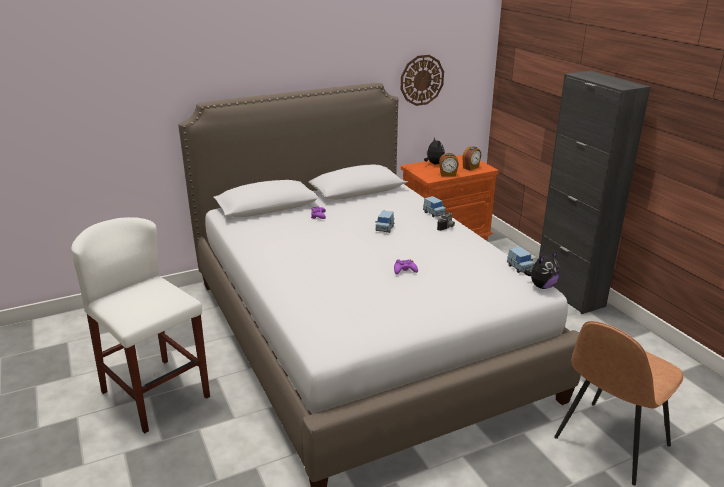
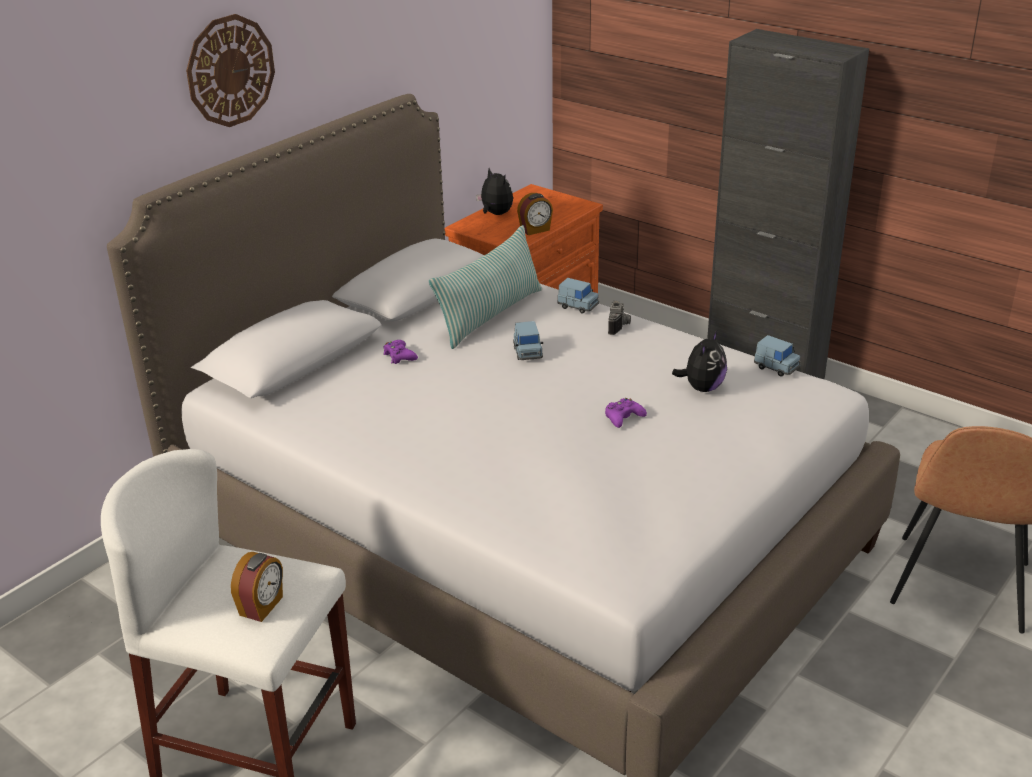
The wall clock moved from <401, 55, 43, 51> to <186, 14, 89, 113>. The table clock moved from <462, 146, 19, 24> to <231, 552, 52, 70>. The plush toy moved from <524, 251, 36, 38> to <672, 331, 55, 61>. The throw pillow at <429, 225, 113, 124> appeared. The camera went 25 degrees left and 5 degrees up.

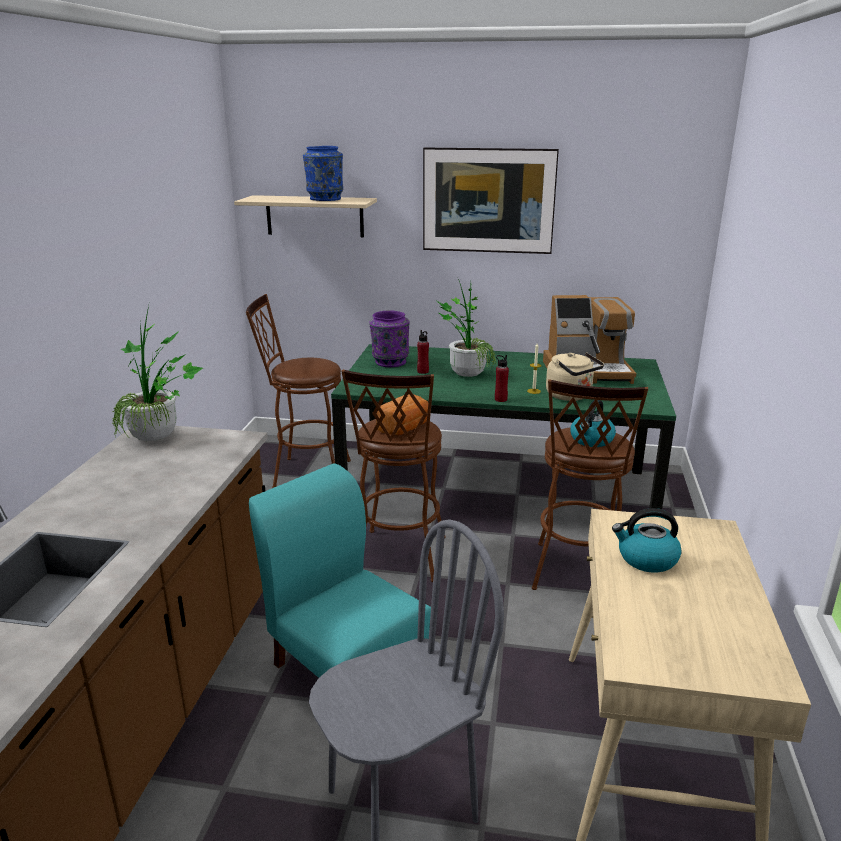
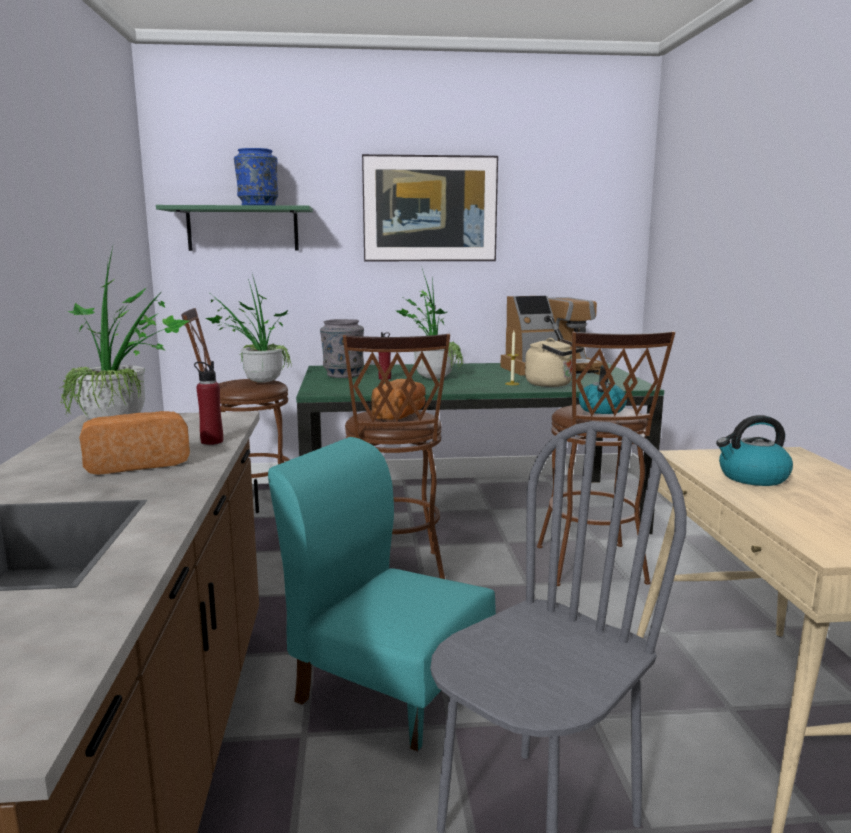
The beige-coloured bracket shelf at <234, 195, 143, 42> became the greenish bracket shelf at <156, 205, 157, 46>. The purple vase at <369, 310, 40, 57> became the grey vase at <320, 319, 44, 59>. The red-coloured drink bottle moved from <495, 355, 14, 47> to <194, 361, 29, 84>. The baked bread at <79, 411, 111, 64> appeared. The plant in a pot at <205, 270, 87, 112> appeared. The camera went 15 degrees left and 10 degrees down.

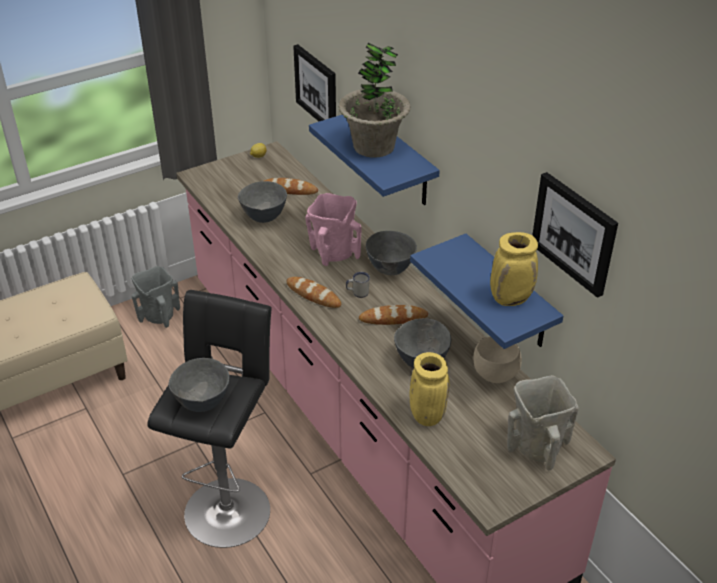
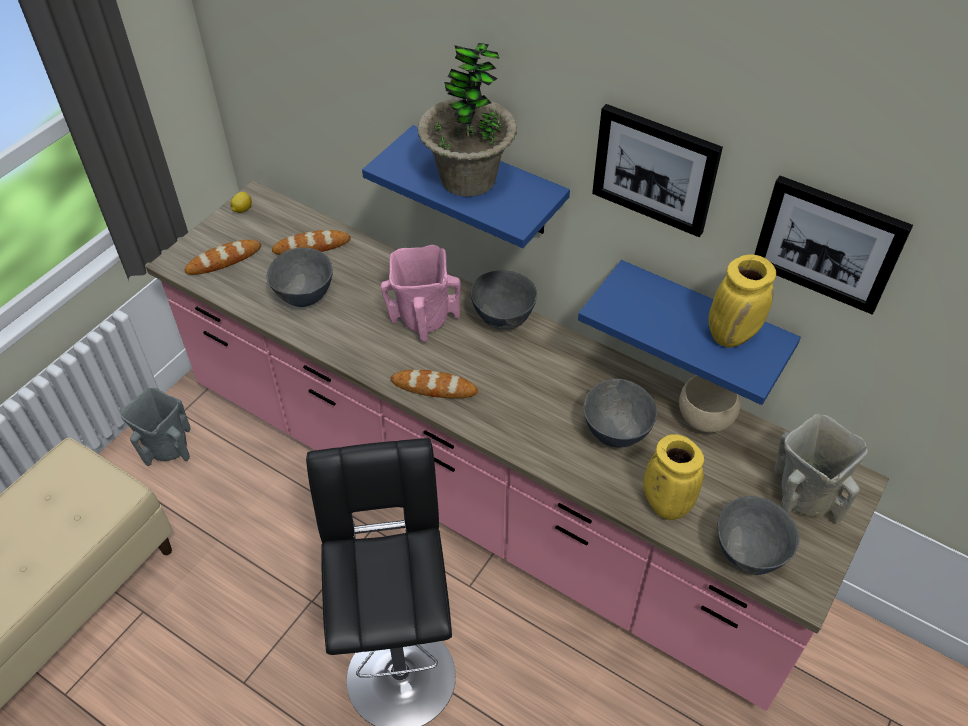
The grey deep dish moved from <169, 358, 60, 54> to <718, 496, 81, 79>. The picture moved from <293, 44, 43, 77> to <592, 104, 131, 133>. The whitish coffee mug at <346, 272, 24, 26> disappeared. The baked bread moved from <359, 305, 69, 20> to <184, 240, 77, 35>. The camera went 25 degrees left and 10 degrees up.

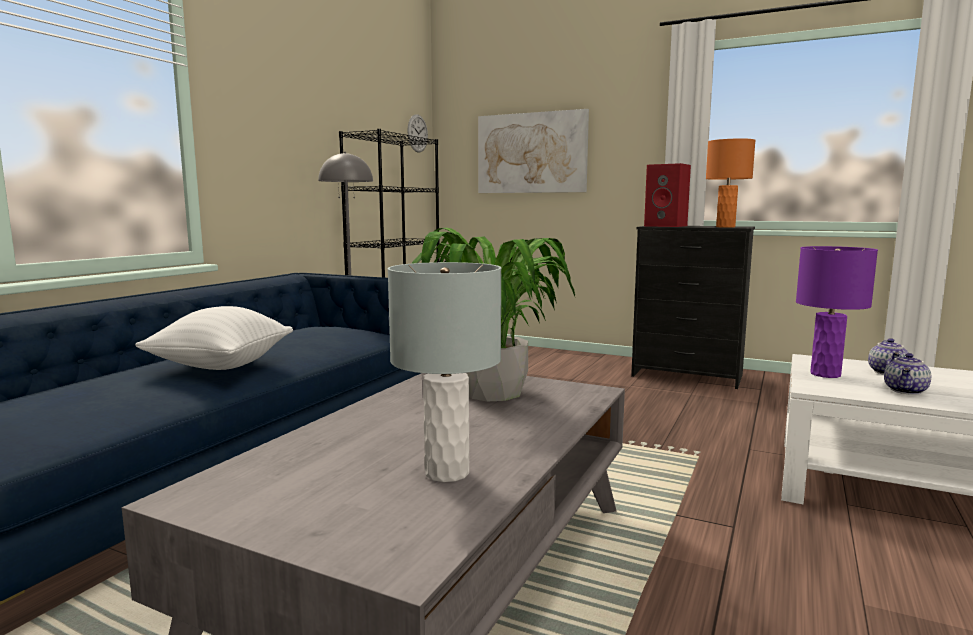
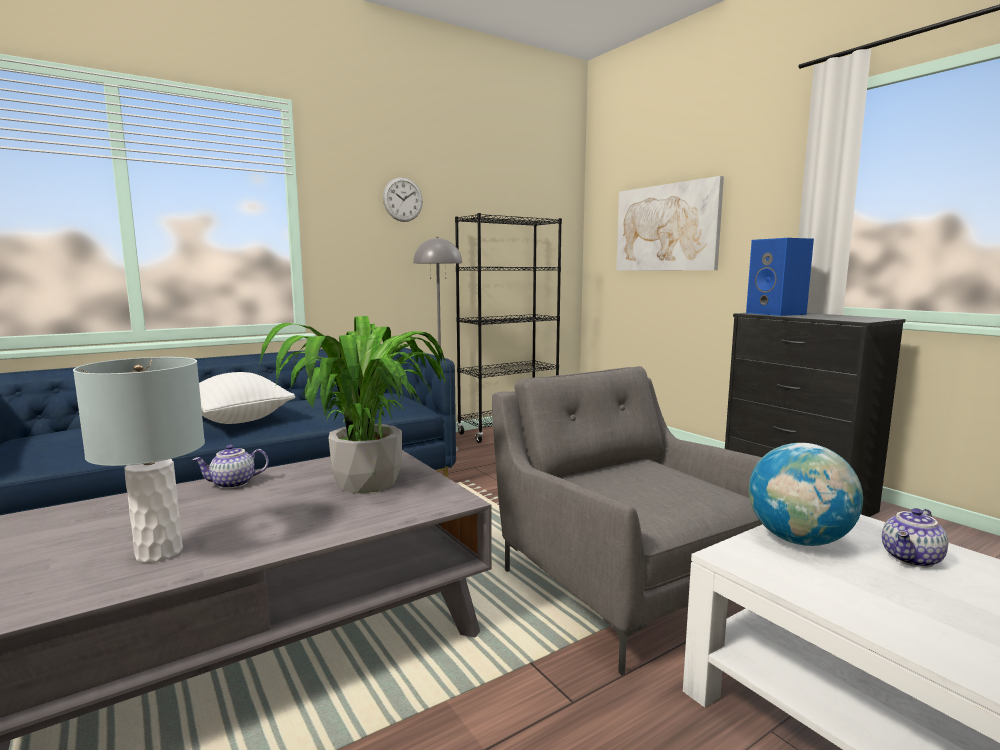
The wall clock moved from <407, 114, 21, 39> to <383, 177, 40, 45>. The red-coloured loudspeaker at <644, 163, 47, 64> became the blue loudspeaker at <746, 238, 68, 78>. The orange-coloured lamp for a table at <706, 138, 50, 90> disappeared. The purple lamp for a table at <796, 246, 82, 132> was replaced by the globe at <749, 443, 114, 103>. The teapot moved from <884, 353, 47, 42> to <192, 445, 77, 44>. The grey easy chair at <492, 366, 270, 309> appeared. The camera went 30 degrees right and 0 degrees up.

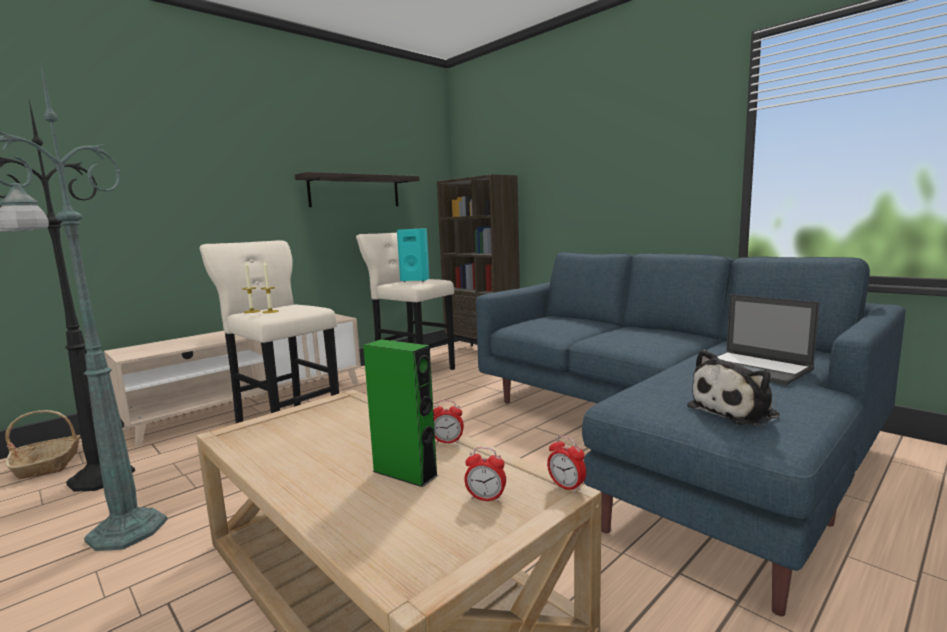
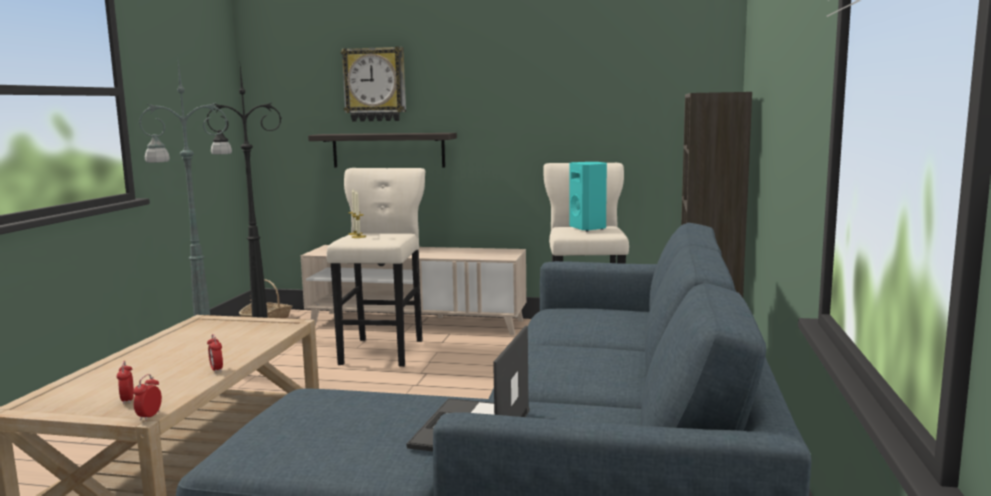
The bracket shelf moved from <295, 172, 125, 35> to <308, 133, 149, 35>. The greenish loudspeaker at <363, 339, 76, 148> disappeared. The plush toy at <687, 350, 93, 76> disappeared. The wall clock at <341, 47, 65, 75> appeared. The camera went 55 degrees right and 0 degrees up.

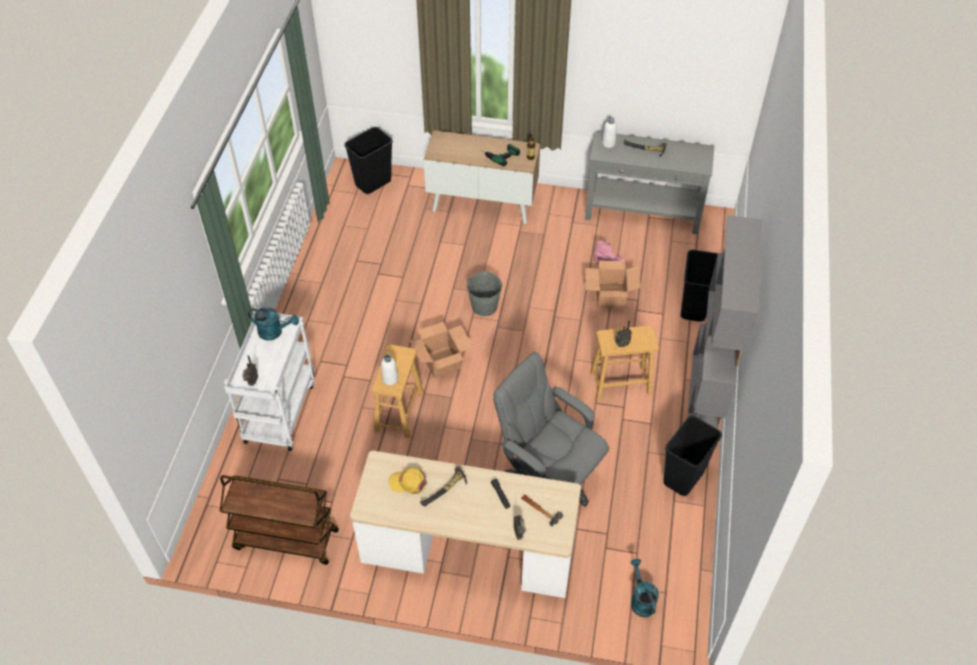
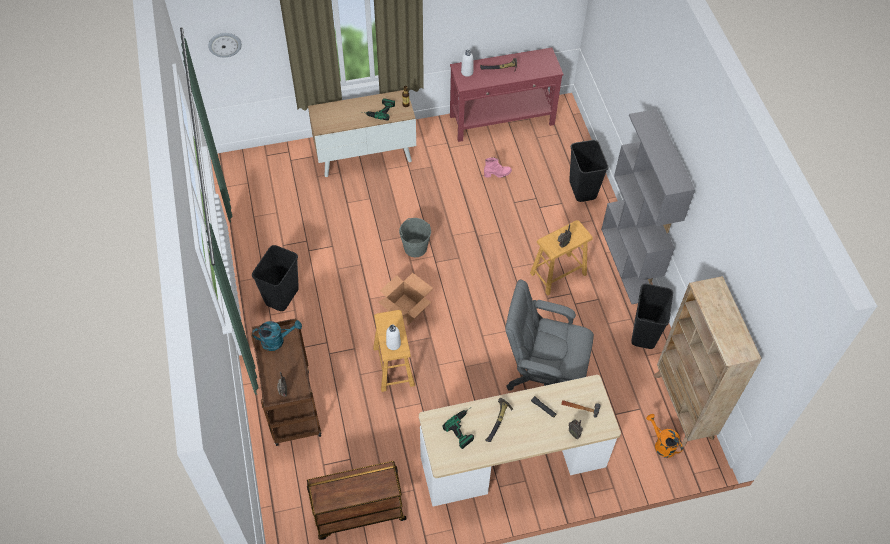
The whitish wheeled cart at <224, 313, 91, 138> became the brownish wheeled cart at <251, 318, 70, 128>. The black trash can moved from <344, 127, 49, 67> to <252, 245, 47, 66>. The yellowish baseball cap at <389, 468, 38, 26> was replaced by the power drill at <442, 407, 32, 42>. The grey hall table at <585, 131, 129, 103> became the red-coloured hall table at <450, 47, 113, 95>. The packing box at <585, 261, 56, 47> disappeared. The blue-green watering can at <630, 559, 29, 58> became the orange-coloured watering can at <646, 414, 37, 44>. The wall clock at <208, 33, 34, 24> appeared. The beige-coloured bookshelf at <654, 276, 108, 171> appeared. The camera went 25 degrees left and 5 degrees up.

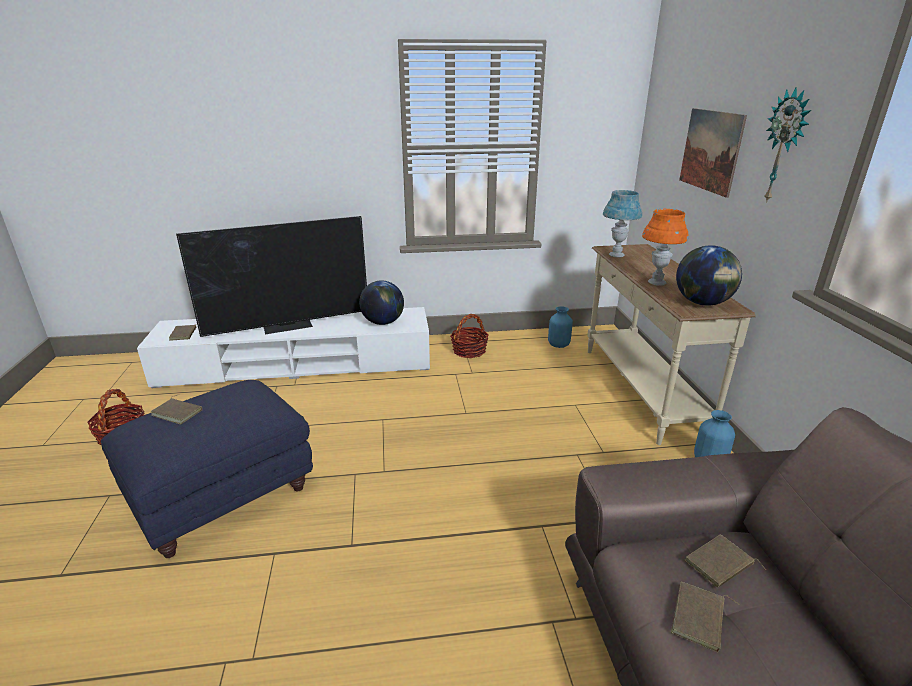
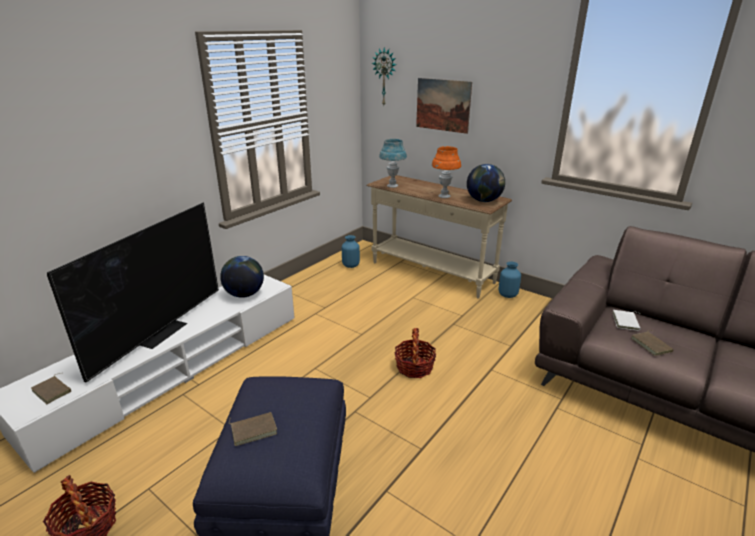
The household basket moved from <450, 314, 39, 44> to <395, 328, 41, 50>. The brownish volume at <685, 534, 81, 54> became the whitish volume at <612, 310, 29, 21>. The wall clock moved from <765, 87, 46, 116> to <372, 48, 24, 57>. The camera went 45 degrees left and 0 degrees up.

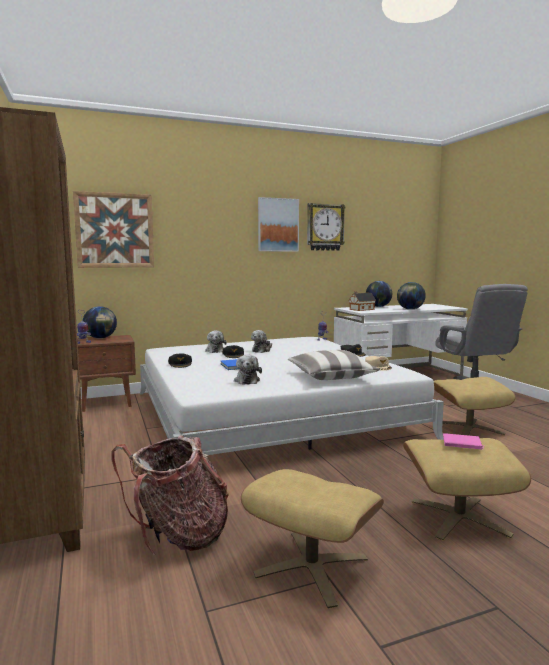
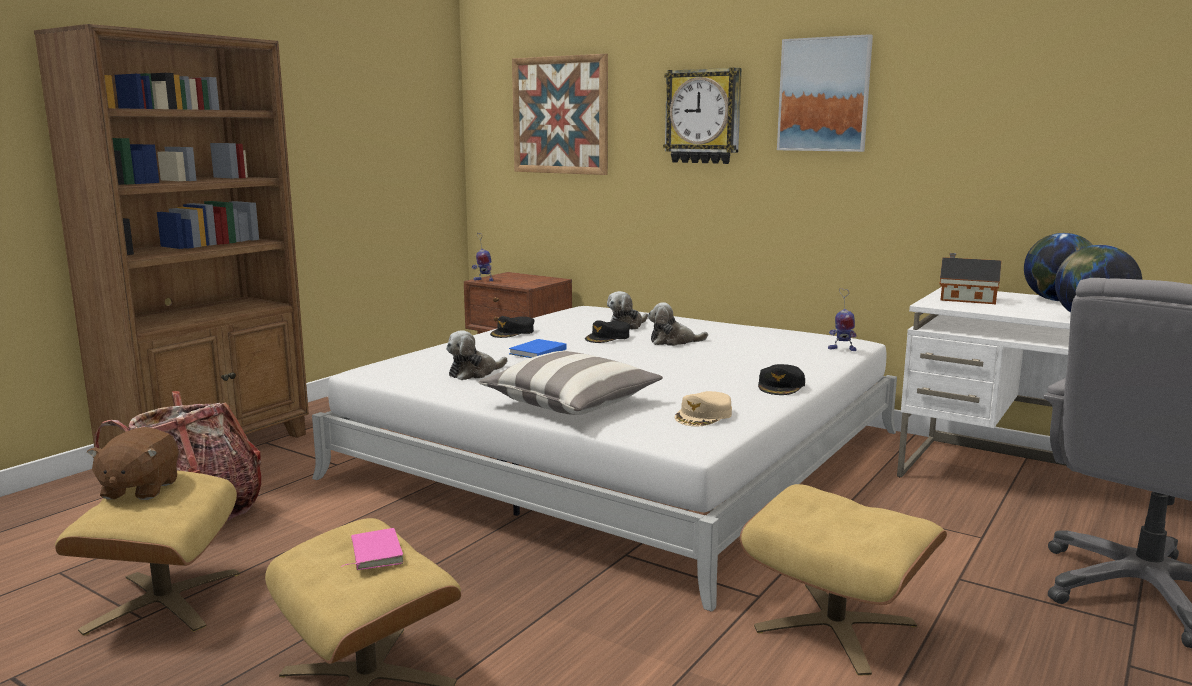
The globe at <83, 306, 34, 33> disappeared. The wall clock moved from <307, 203, 39, 48> to <663, 68, 79, 96>. The brownish plush toy at <87, 427, 92, 73> appeared. The camera went 55 degrees right and 5 degrees up.

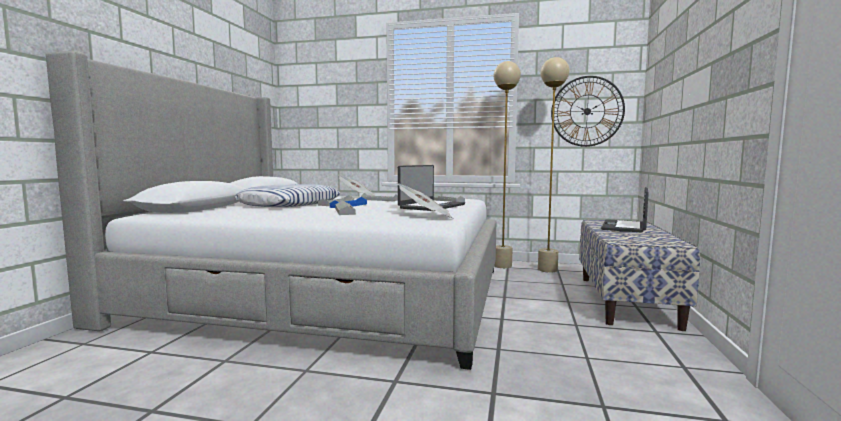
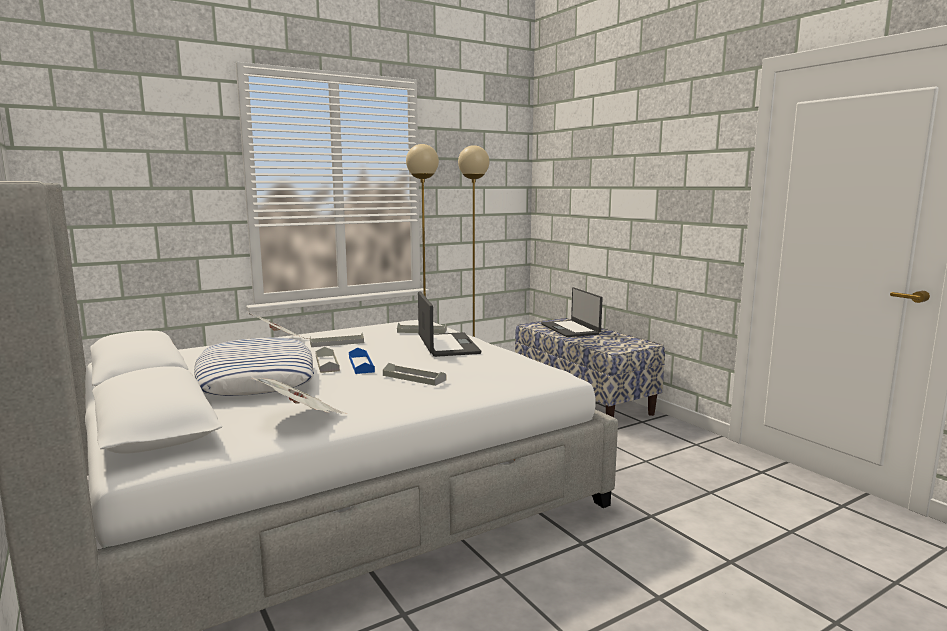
The newspaper moved from <395, 182, 58, 36> to <252, 378, 96, 36>. The wall clock at <551, 76, 74, 71> disappeared. The camera went 45 degrees left and 5 degrees up.

